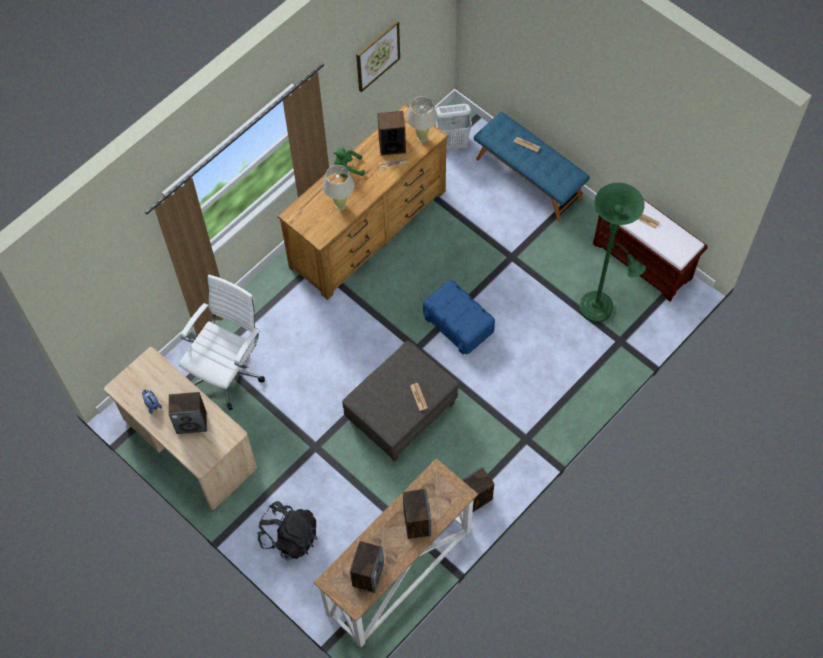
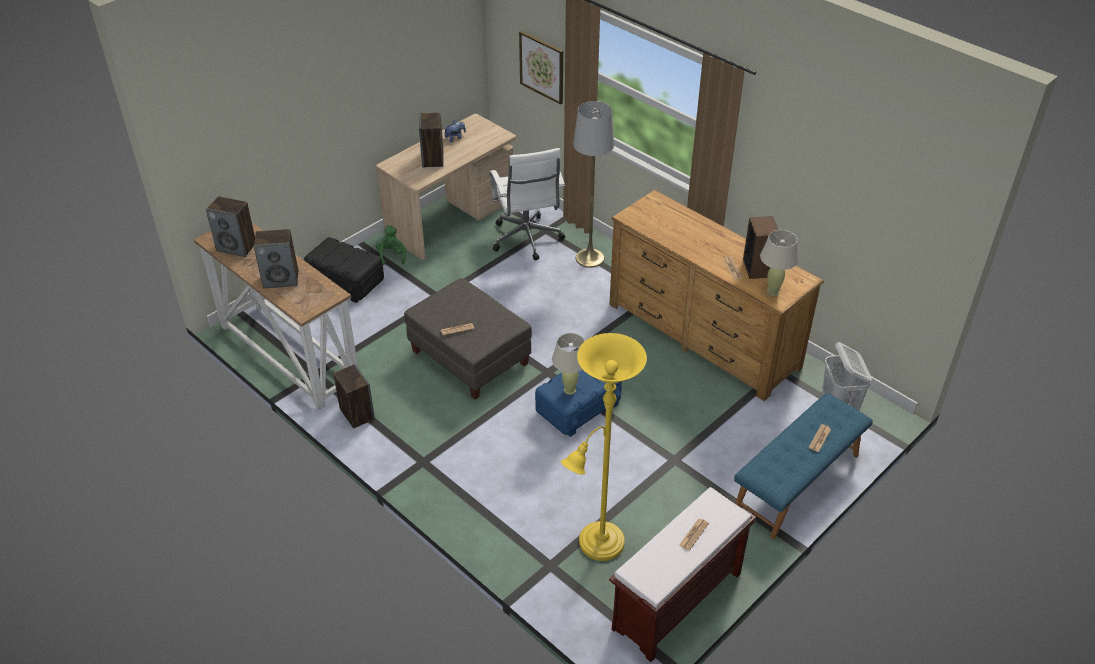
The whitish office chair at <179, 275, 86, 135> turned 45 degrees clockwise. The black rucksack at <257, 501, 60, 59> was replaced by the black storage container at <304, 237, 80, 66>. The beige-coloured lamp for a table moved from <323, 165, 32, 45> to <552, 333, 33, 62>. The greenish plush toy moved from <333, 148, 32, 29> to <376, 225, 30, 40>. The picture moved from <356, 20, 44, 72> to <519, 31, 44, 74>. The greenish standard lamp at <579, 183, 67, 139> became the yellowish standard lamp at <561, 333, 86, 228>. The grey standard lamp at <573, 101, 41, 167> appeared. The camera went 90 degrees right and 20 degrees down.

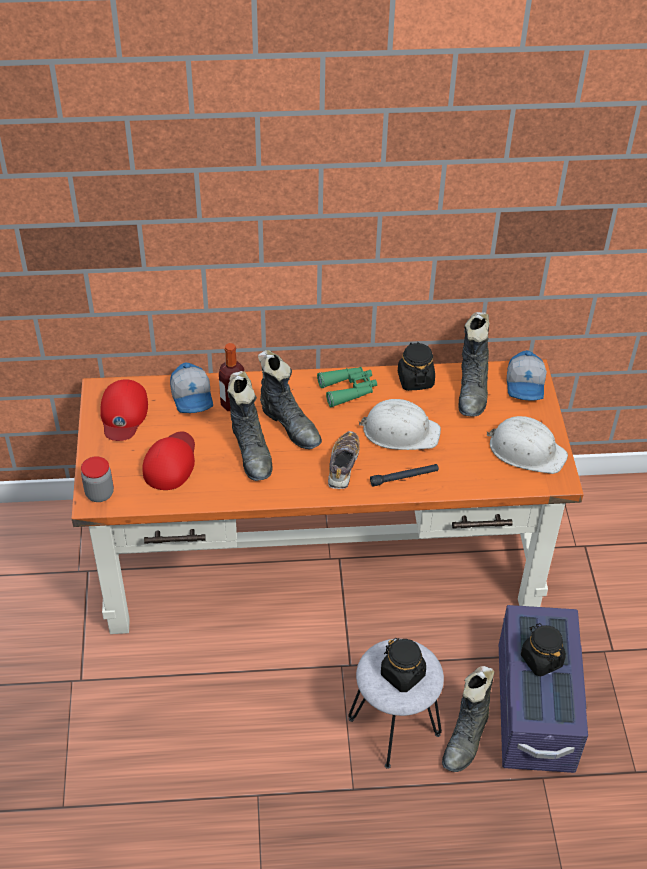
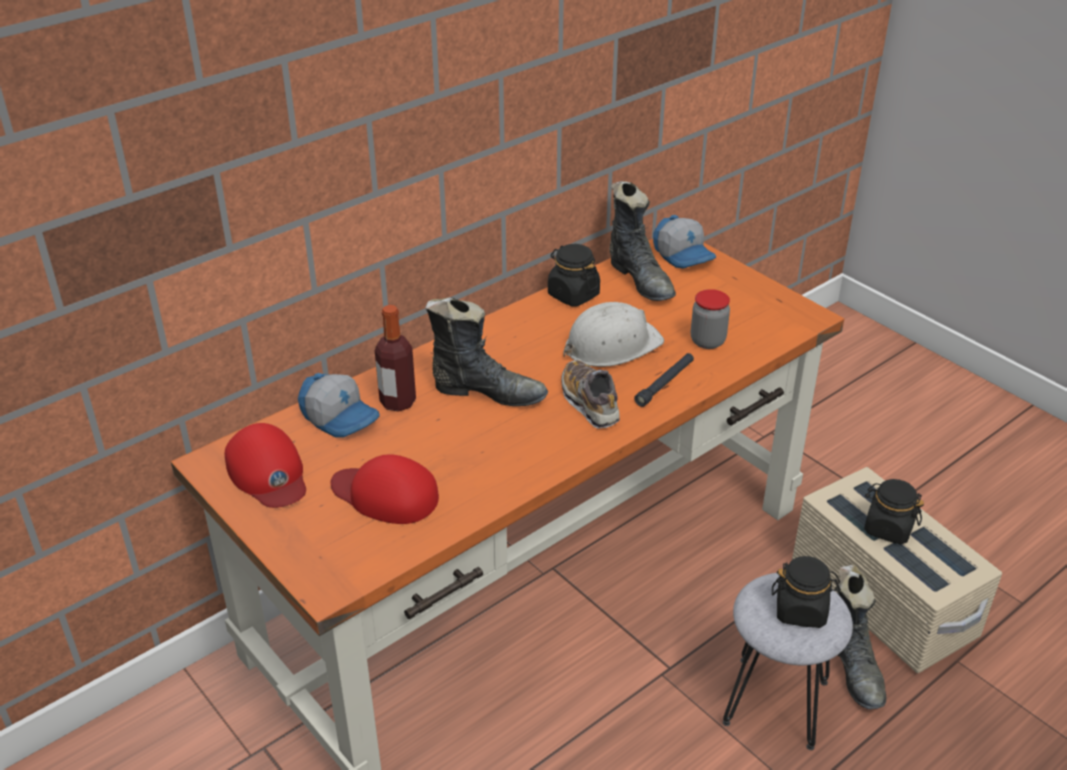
The storage jar moved from <81, 456, 33, 46> to <691, 289, 39, 60>. The red-coloured baseball cap at <142, 431, 53, 59> turned 45 degrees counterclockwise. The black tall boot at <227, 371, 46, 110> disappeared. The greenish pair of binoculars at <317, 367, 60, 40> disappeared. The whitish safety helmet at <487, 416, 81, 58> disappeared. The purple storage container at <499, 605, 89, 168> became the beige-coloured storage container at <792, 467, 210, 206>. The camera went 35 degrees left and 10 degrees down.

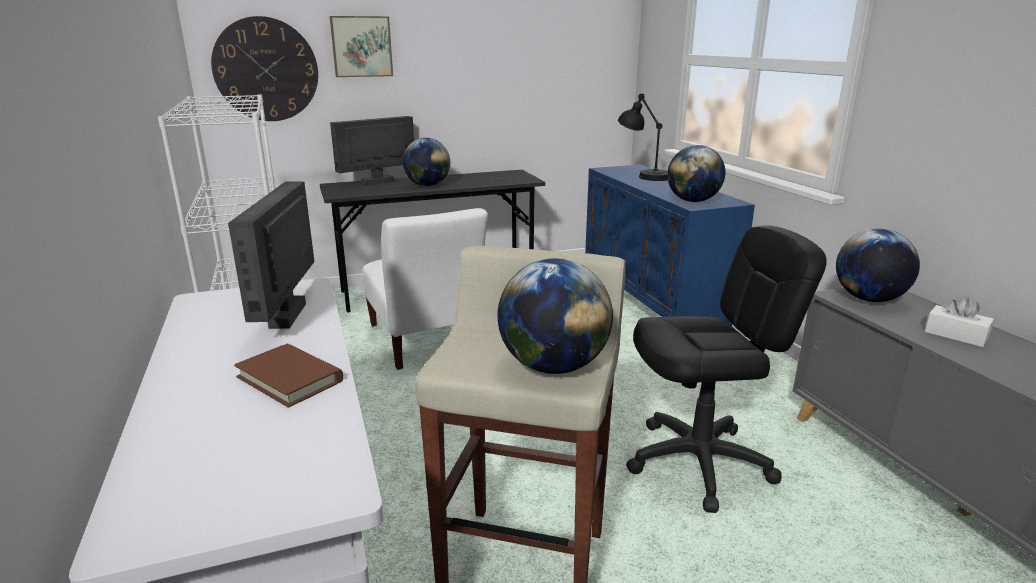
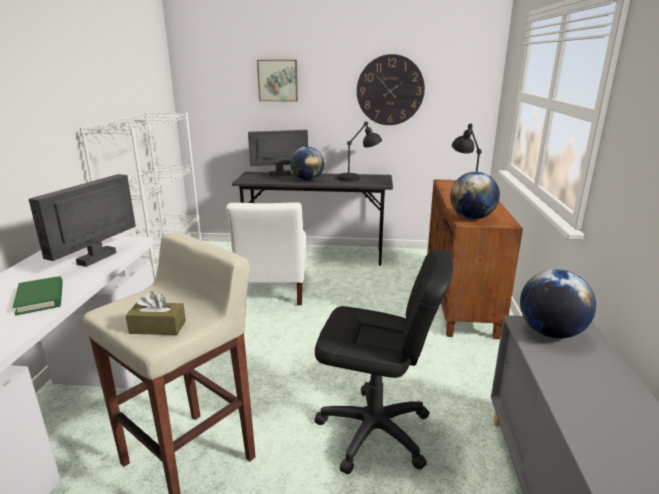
The wall clock moved from <211, 16, 107, 105> to <357, 54, 68, 71>. The brownish volume at <234, 344, 109, 64> became the greenish volume at <13, 276, 50, 39>. The globe at <497, 258, 116, 116> was replaced by the brownish tissue holder at <125, 291, 61, 44>. The blue storage cabinet at <585, 165, 170, 161> became the brownish storage cabinet at <428, 179, 95, 160>. The whitish tissue holder at <925, 296, 69, 51> disappeared. The black lamp for a table at <338, 121, 44, 61> appeared. The camera went 25 degrees right and 0 degrees up.

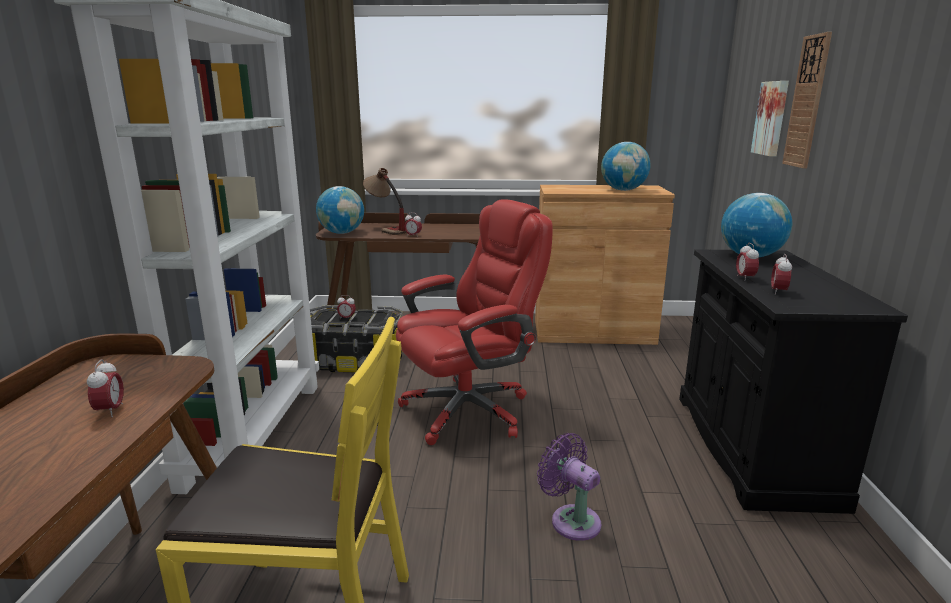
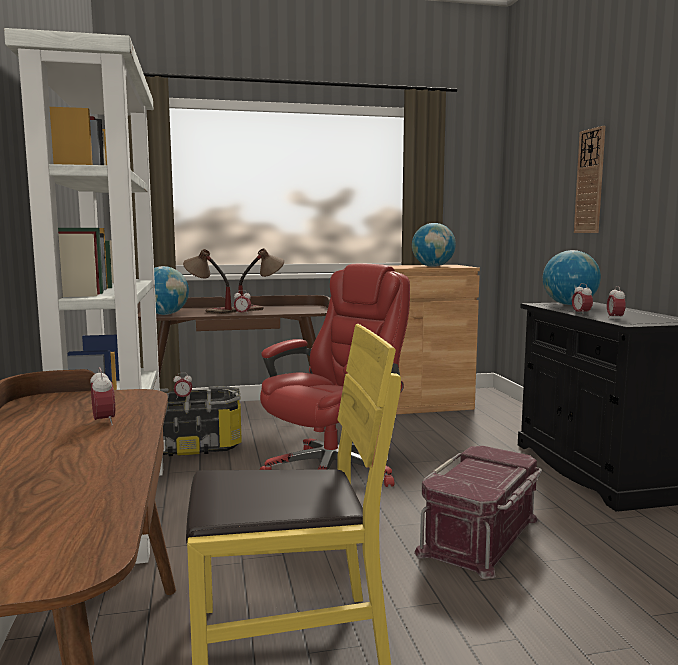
The purple cooling fan at <537, 433, 64, 108> was replaced by the red-coloured storage container at <414, 446, 128, 133>. The picture at <751, 81, 38, 75> disappeared. The lamp for a table at <238, 248, 46, 63> appeared. The camera went 15 degrees left and 10 degrees down.

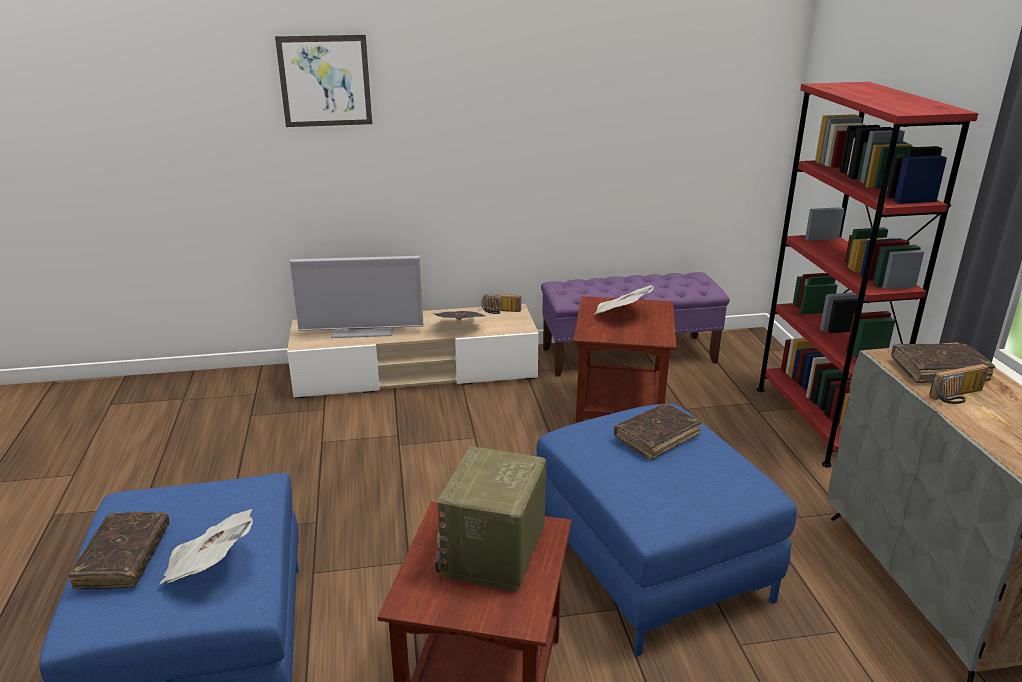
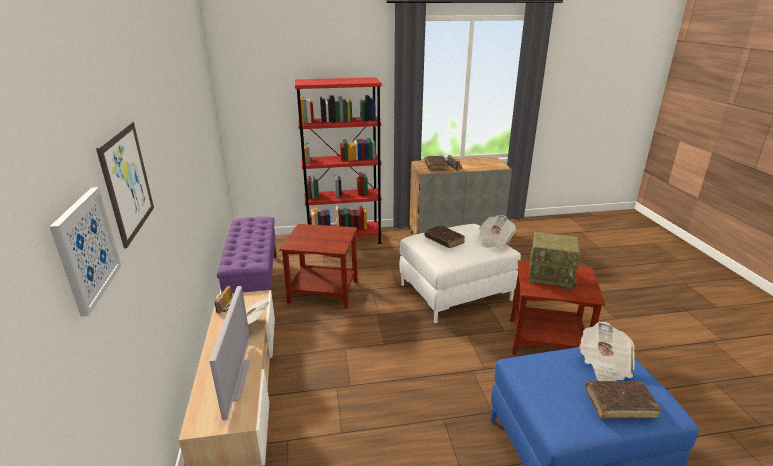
The blue footrest at <537, 403, 260, 253> became the whitish footrest at <399, 224, 122, 99>. The newspaper moved from <595, 285, 59, 29> to <479, 215, 37, 33>. The picture at <50, 187, 71, 130> appeared. The camera went 90 degrees left and 0 degrees up.

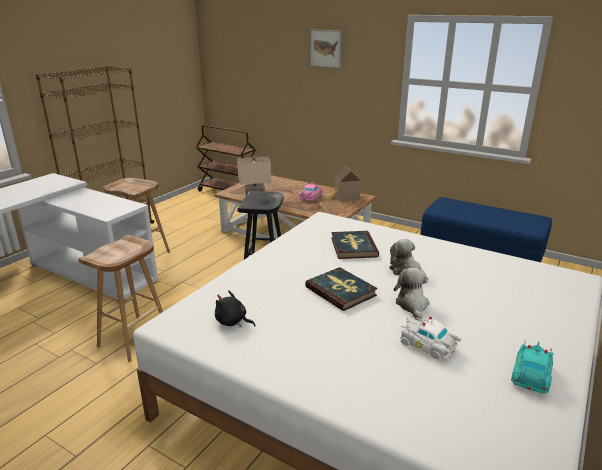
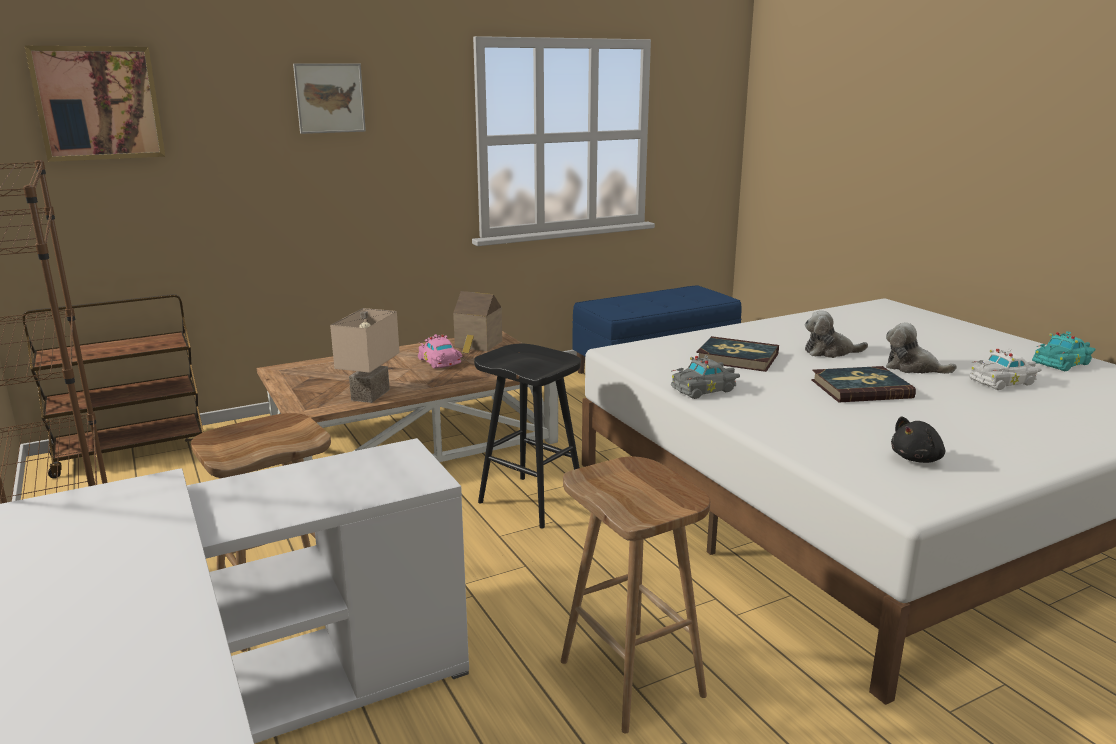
The blue-green toy car at <511, 341, 43, 53> turned 90 degrees counterclockwise. The picture at <25, 46, 141, 116> appeared. The grey toy car at <671, 355, 69, 44> appeared. The camera went 60 degrees left and 5 degrees down.

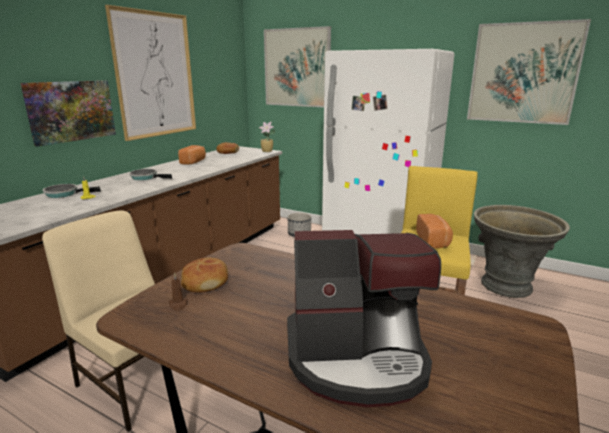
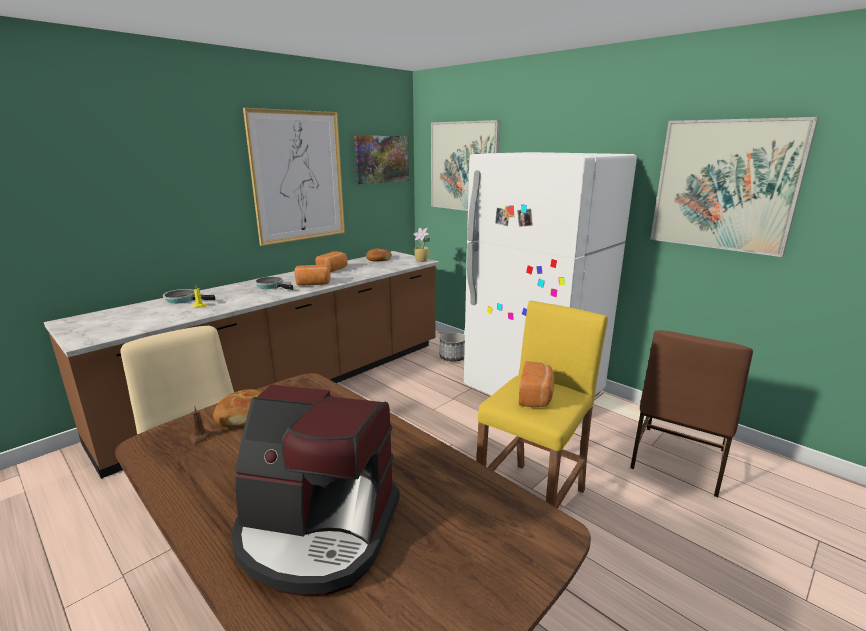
The picture moved from <20, 80, 96, 67> to <354, 136, 55, 48>. The grey plant pot at <474, 205, 96, 93> was replaced by the brownish chair at <630, 330, 123, 167>. The baked bread at <295, 264, 35, 22> appeared. The camera went 15 degrees right and 0 degrees up.

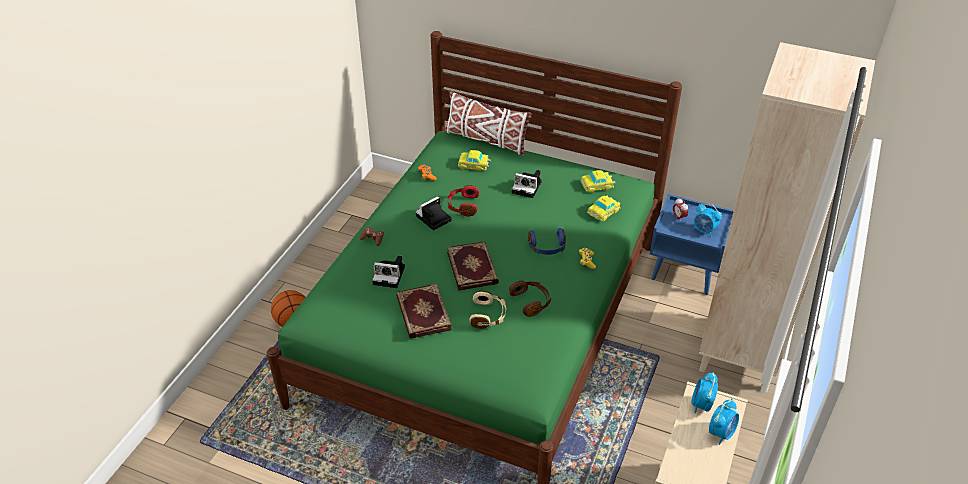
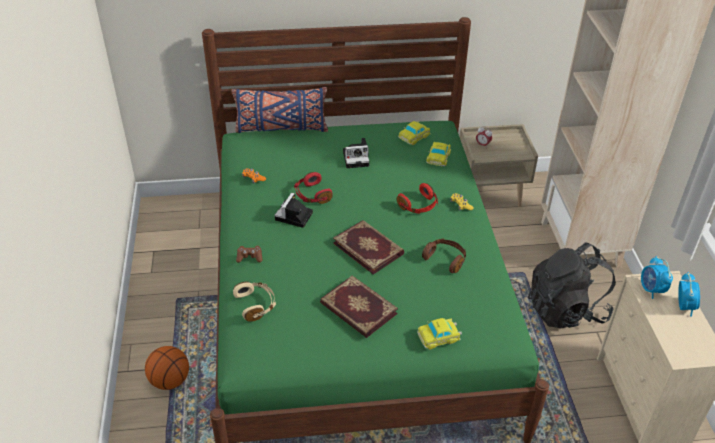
The still camera at <372, 255, 33, 33> disappeared. The whitish throw pillow at <445, 92, 87, 64> became the blue throw pillow at <231, 87, 97, 46>. The toy car moved from <458, 150, 33, 21> to <417, 318, 45, 32>. The beige-coloured pair of headphones moved from <470, 291, 36, 38> to <233, 281, 43, 41>. The blue pair of headphones at <528, 228, 38, 27> became the red-coloured pair of headphones at <397, 183, 41, 31>. The blue bedside table at <650, 194, 84, 101> became the beige-coloured bedside table at <459, 124, 79, 83>. The table clock at <693, 204, 29, 32> disappeared. The black rucksack at <528, 242, 88, 86> appeared. The camera went 30 degrees left and 0 degrees up.

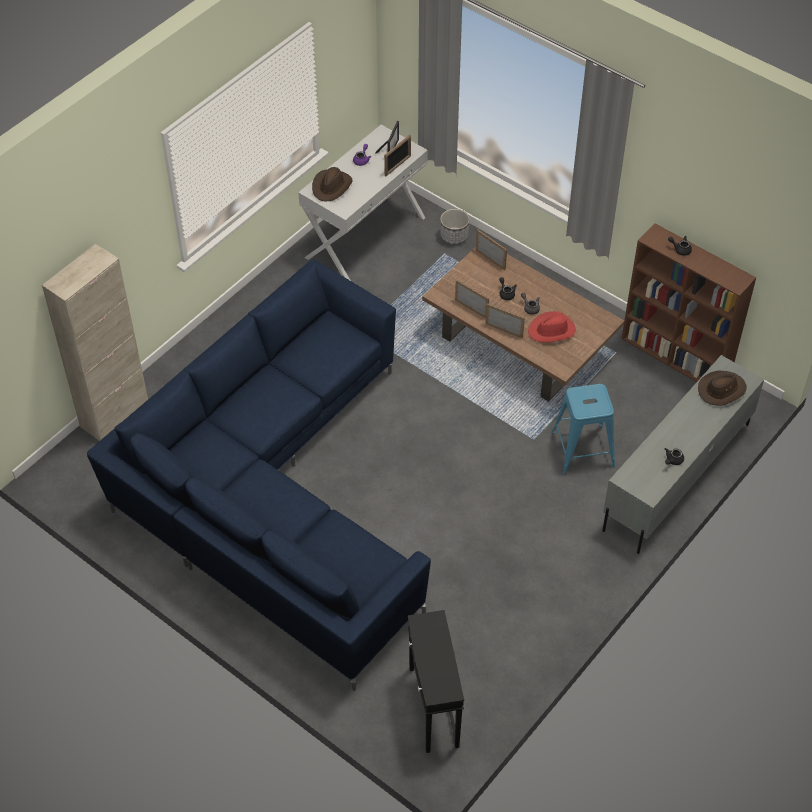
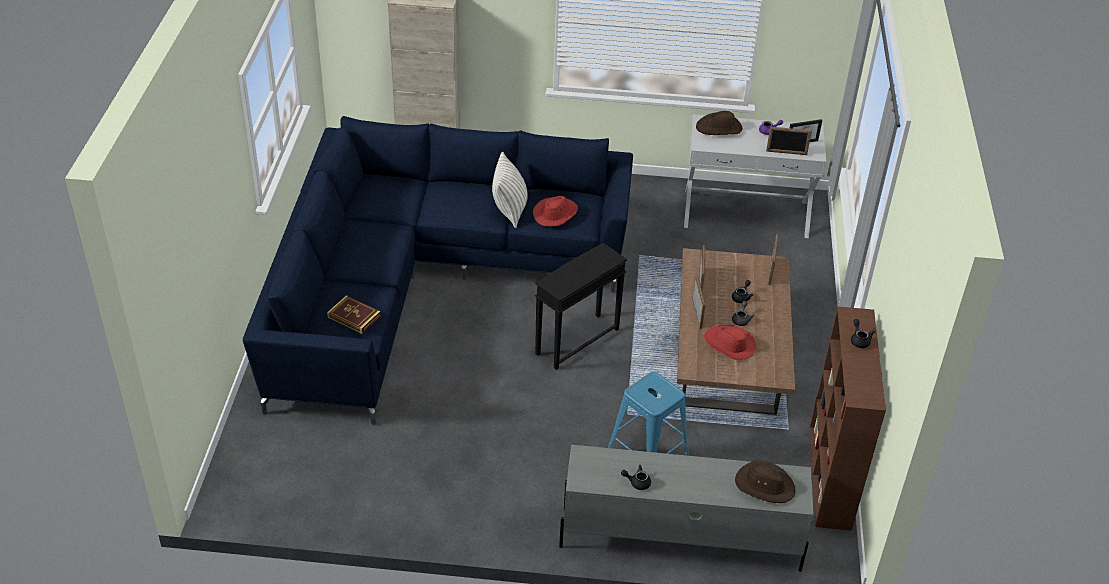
The black accent table moved from <408, 610, 56, 143> to <535, 243, 92, 127>. The plant pot at <440, 209, 30, 36> disappeared. The volume at <327, 295, 54, 39> appeared. The throw pillow at <492, 152, 36, 76> appeared. The red-coloured wearable hat at <533, 196, 45, 31> appeared. The camera went 55 degrees right and 10 degrees down.

